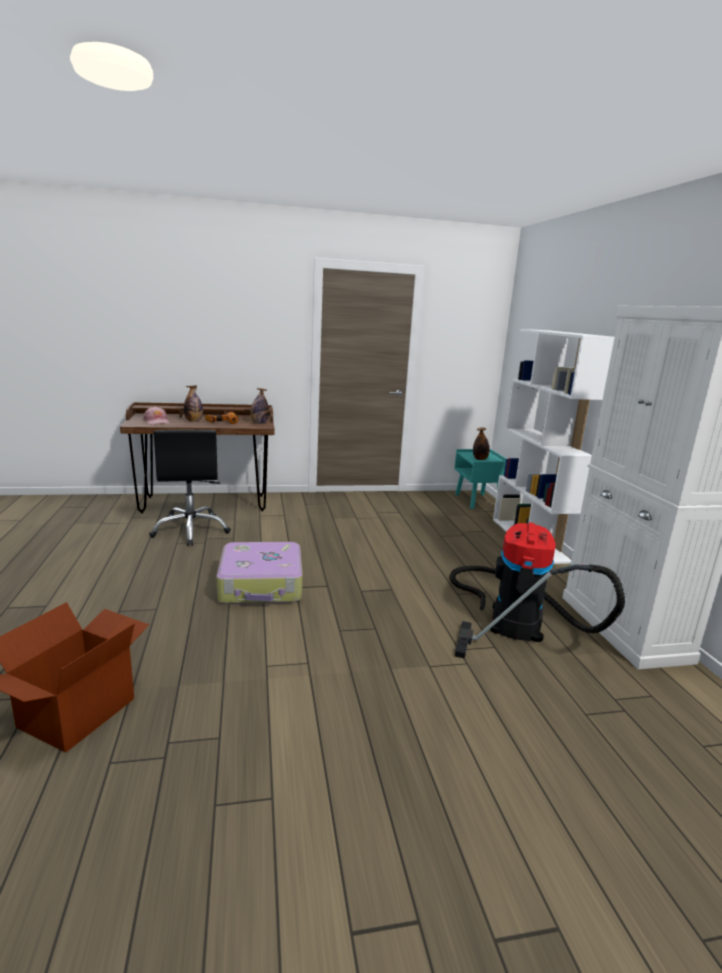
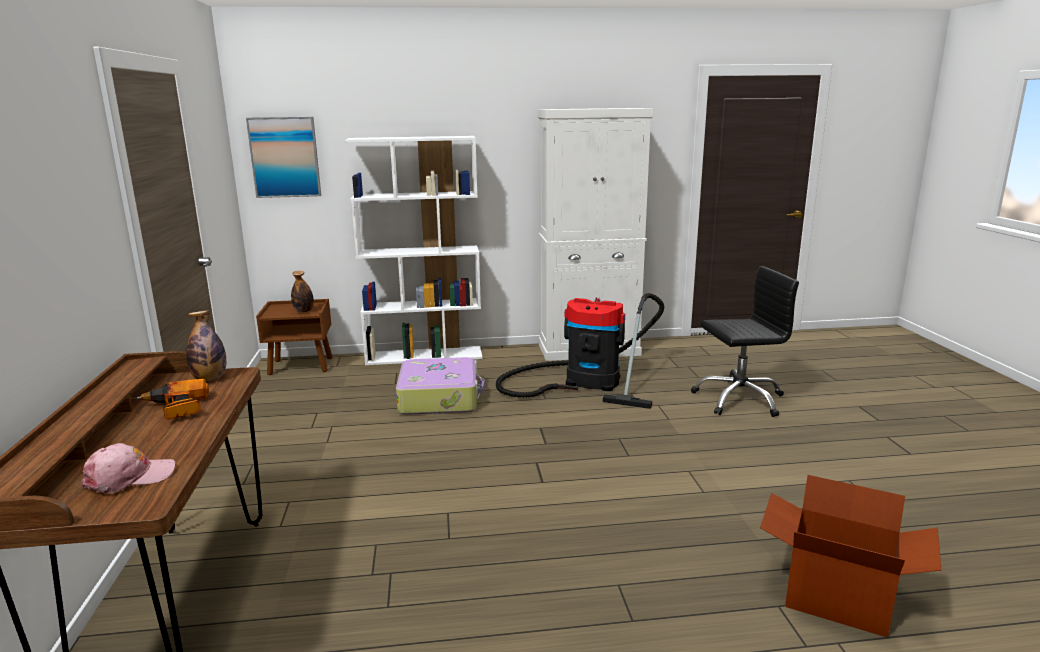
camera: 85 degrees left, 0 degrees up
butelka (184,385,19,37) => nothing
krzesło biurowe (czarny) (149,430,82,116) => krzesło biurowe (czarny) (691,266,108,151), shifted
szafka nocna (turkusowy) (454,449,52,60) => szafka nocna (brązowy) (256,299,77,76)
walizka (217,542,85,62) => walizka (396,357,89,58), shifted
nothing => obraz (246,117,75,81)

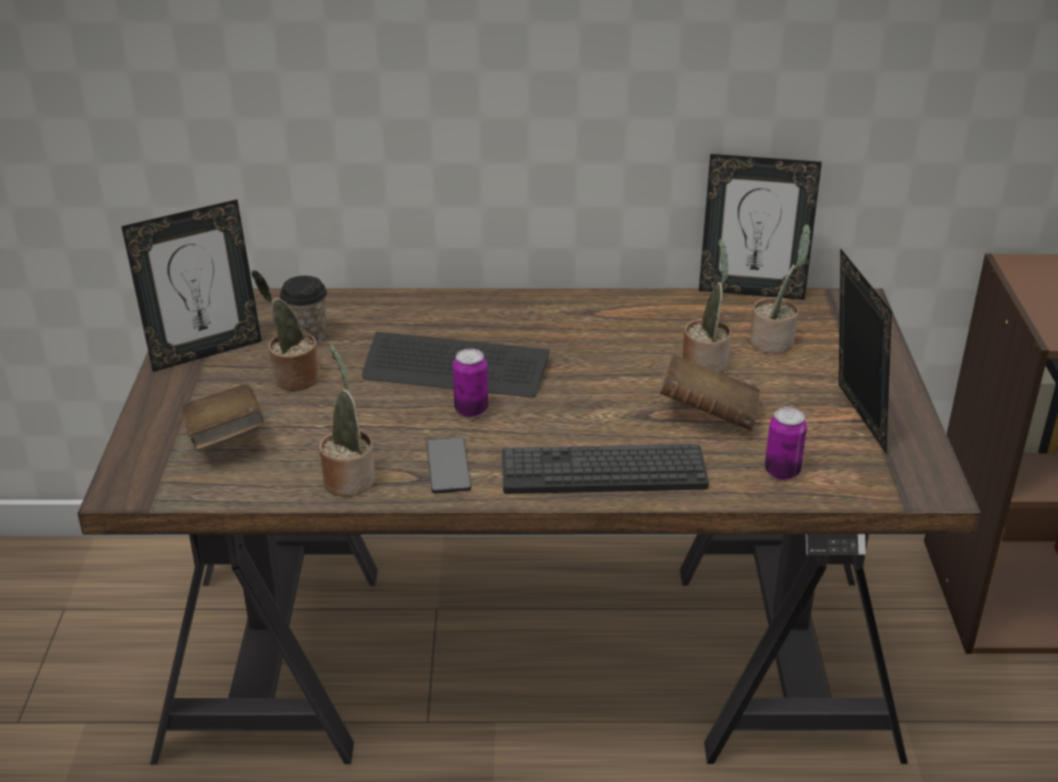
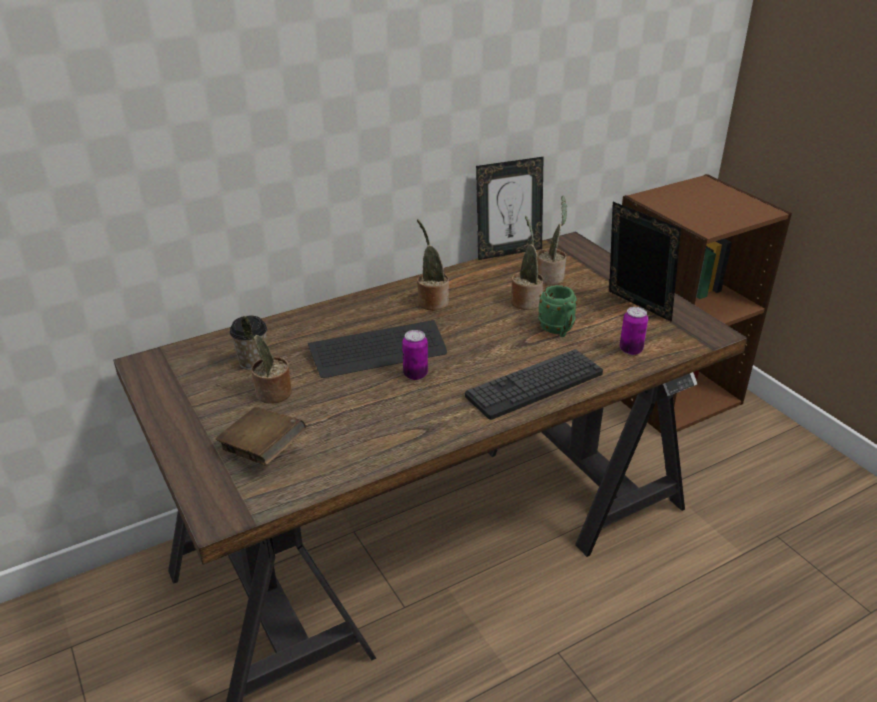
camera: 30 degrees left, 0 degrees up
ramka na zdjęcie (121,199,141,173) => nothing
roślina doniczkowa (319,343,56,153) => roślina doniczkowa (417,219,32,91), shifted
książka (brązowy) (659,354,101,76) => kubek (zielony) (538,285,39,52)
telefon (427,437,44,56) => nothing

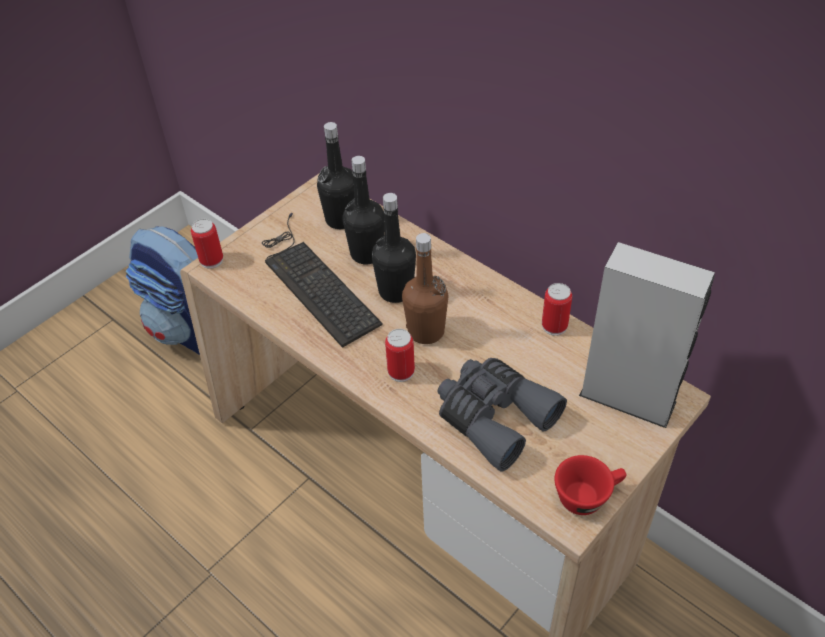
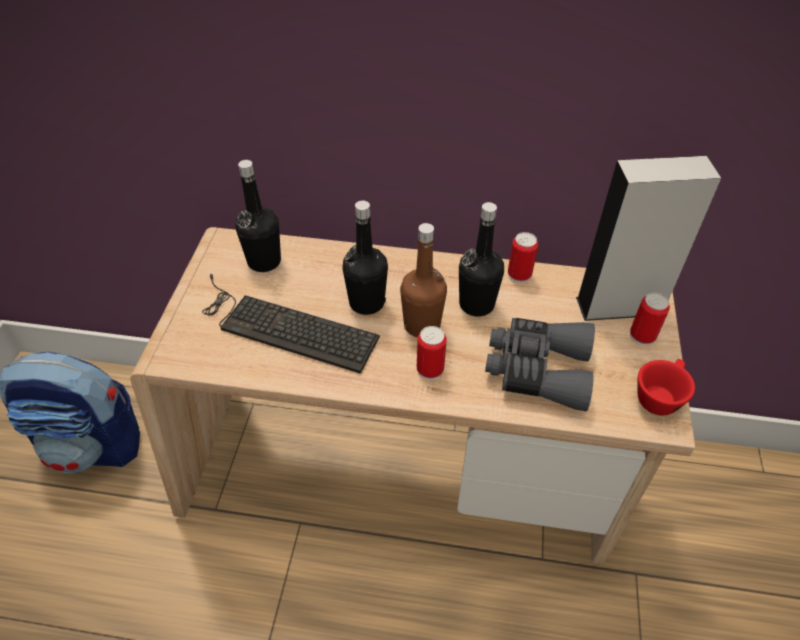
camera: 35 degrees left, 0 degrees up
butelka (czarny) (342,156,43,108) => butelka (czarny) (459,202,45,115), shifted
puszka (191,219,32,50) => puszka (630,293,40,53), shifted

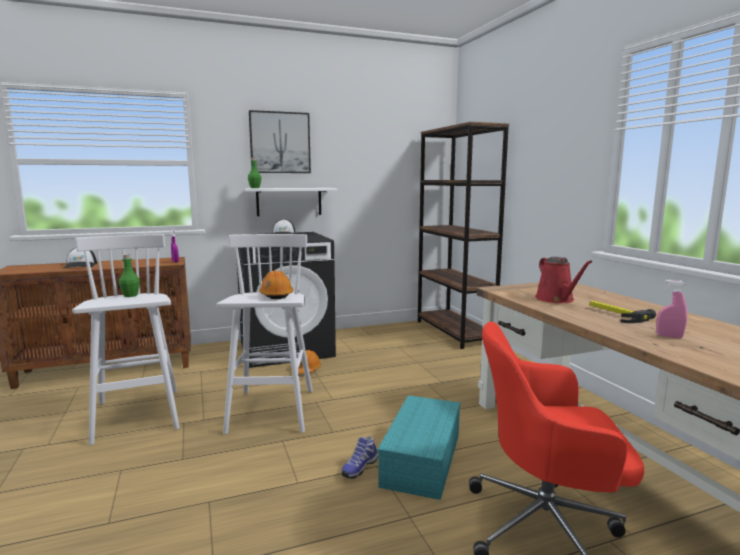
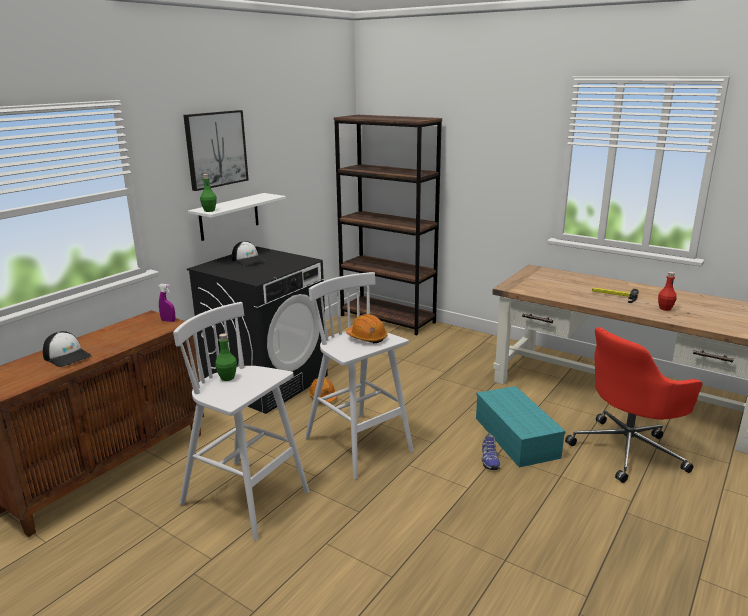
camera: 35 degrees left, 10 degrees up
konewka (czerwony) (536,257,57,46) => nothing
spryskiwacz (różowy) (656,280,31,58) => butelka (czerwony) (658,272,19,39)

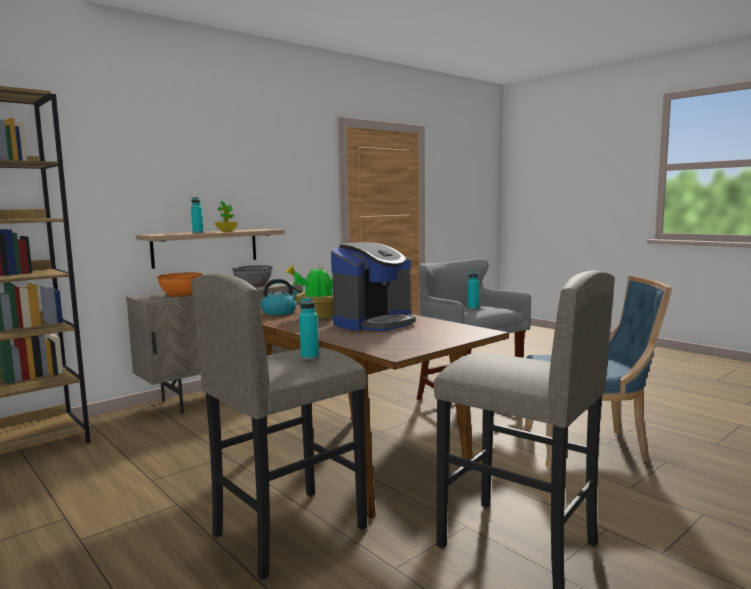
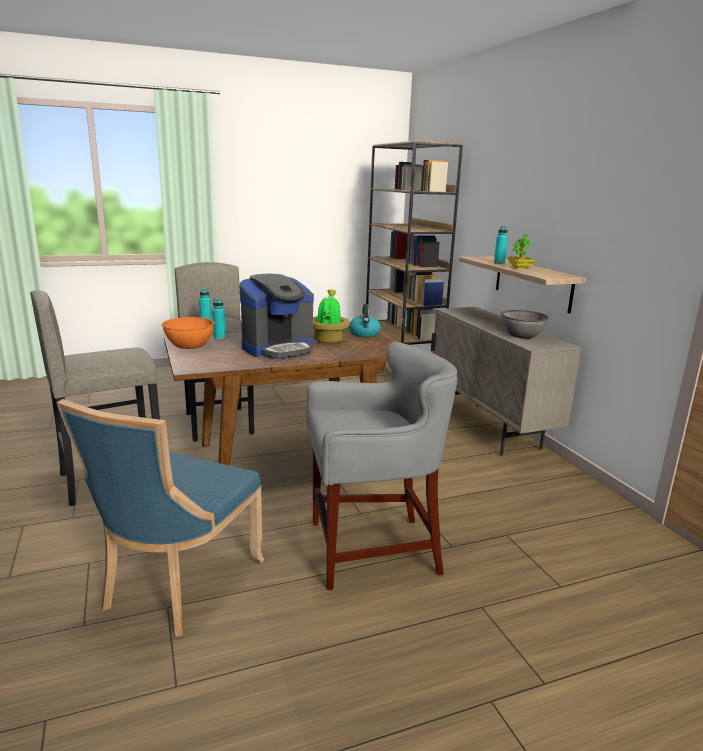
camera: 110 degrees right, 10 degrees up
ekspres do kawy (331,242,85,89) => ekspres do kawy (240,274,74,85), 105 degrees counterclockwise
butelka (turkusowy) (467,270,12,39) => butelka (turkusowy) (213,298,13,42), shifted
miska (pomarańczowy) (157,273,46,24) => miska (pomarańczowy) (162,317,53,32), shifted

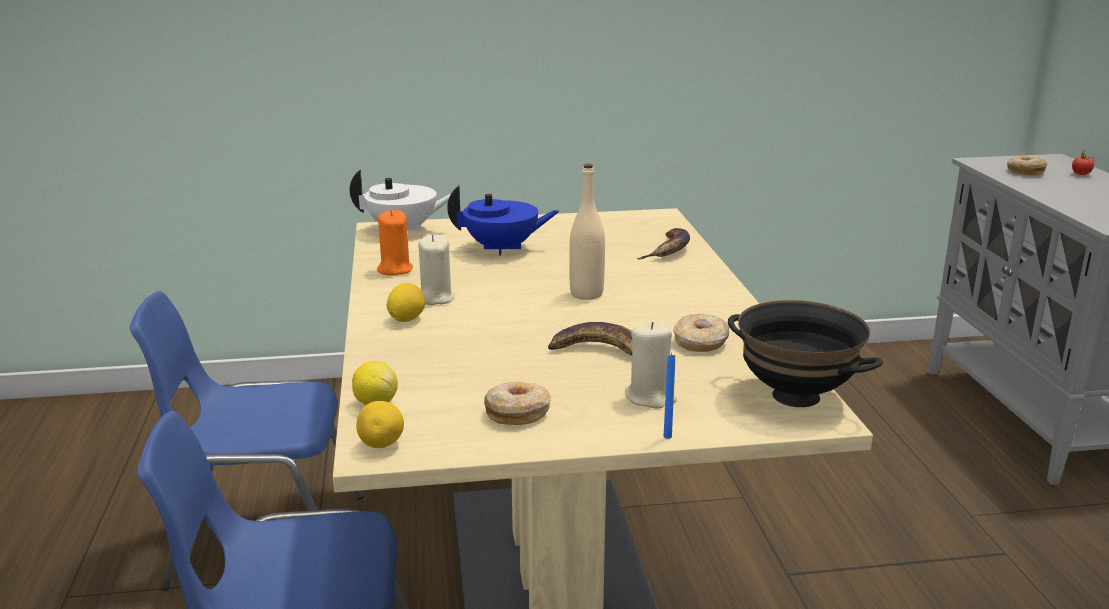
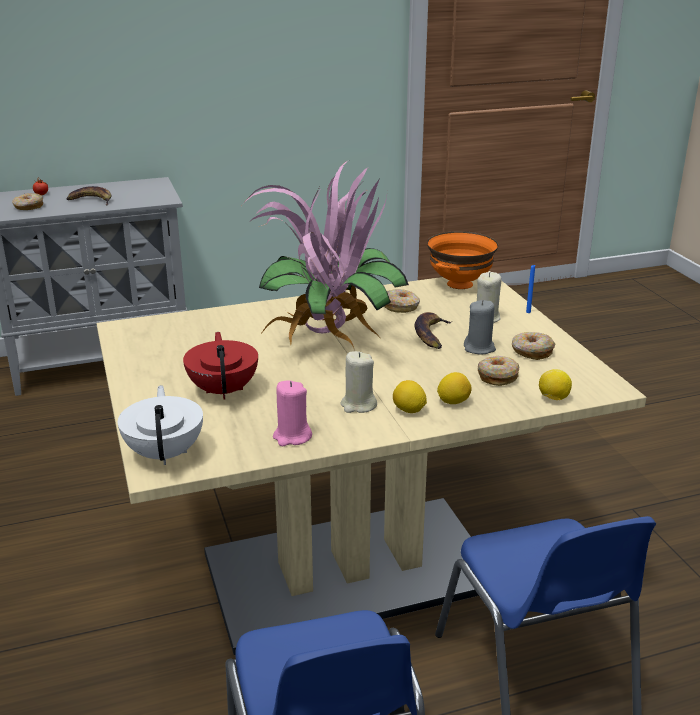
camera: 100 degrees left, 5 degrees up
butelka (beżowy) (569,164,36,136) => roślina doniczkowa (242,160,167,188)
imbryk (niebieski) (447,185,113,71) => imbryk (czerwony) (183,332,75,68)
świeca (pomarańczowy) (377,210,36,66) => świeca (różowy) (273,381,39,65)
banan (637,228,53,32) => banan (66,186,45,20), shifted
miska (czarny) (728,300,155,107) => miska (pomarańczowy) (427,231,71,58)
cytryna (356,401,48,47) => cytryna (437,372,35,32), shifted
nothing => świeca (szary) (464,300,32,55)
nothing => donut (478,356,41,30)

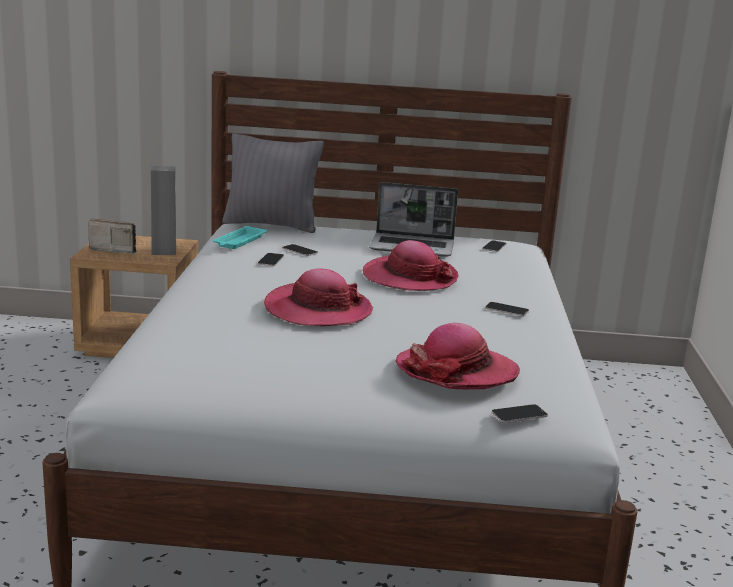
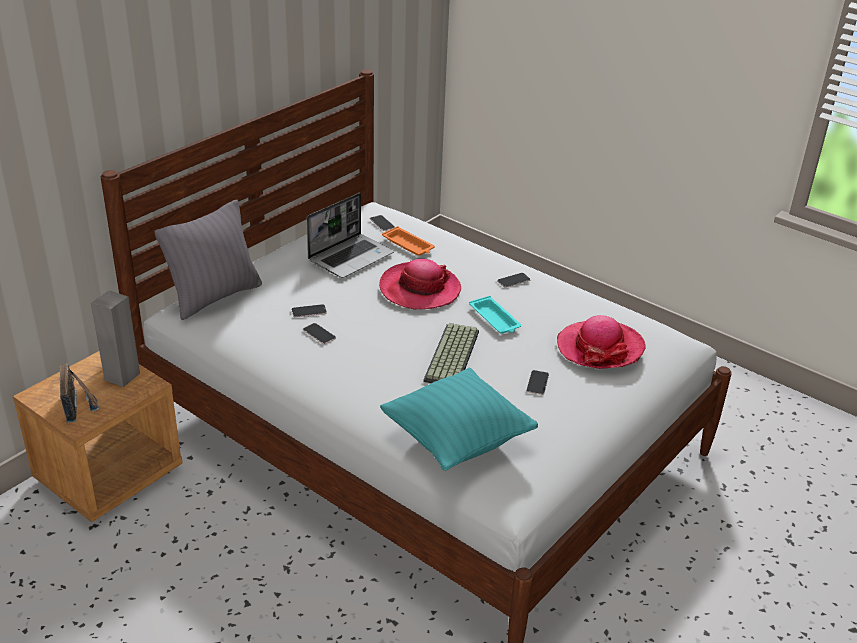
camera: 55 degrees left, 15 degrees up
radio (88,218,49,35) => radio (60,363,40,60), 120 degrees clockwise
taca (turkusowy) (213,226,54,23) => taca (turkusowy) (469,296,52,38), shifted
kapelusz (264,268,109,58) => klawiatura (423,323,56,60)
telefon (491,404,57,19) => telefon (526,370,23,25), shifted
nothing => taca (pomarańczowy) (382,226,53,30)
nothing => poduszka (turkusowy) (380,368,158,103)

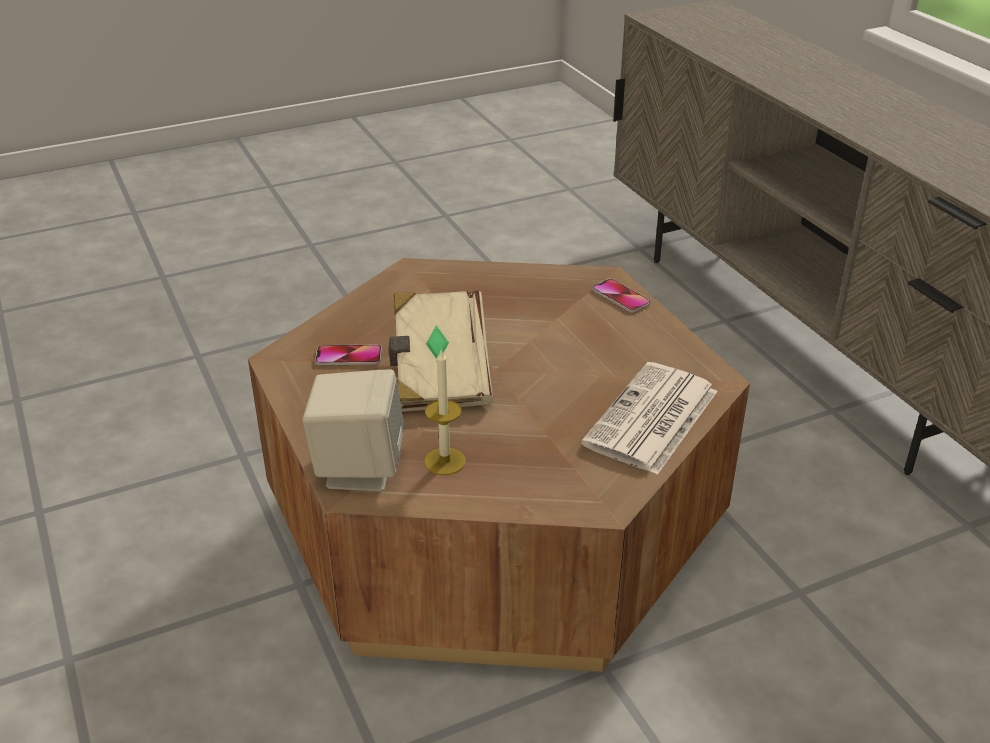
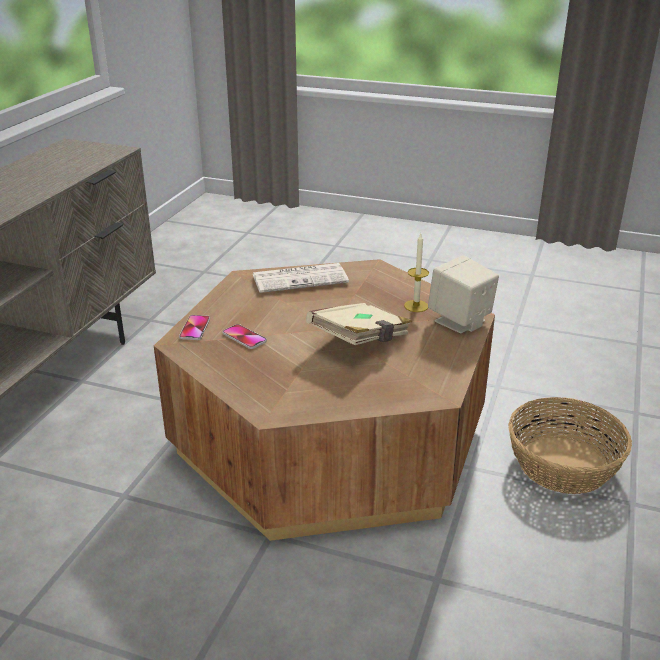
camera: 135 degrees left, 5 degrees down
telefon (315,345,67,21) => telefon (222,324,45,25), shifted
nothing => koszyk (508,397,124,97)

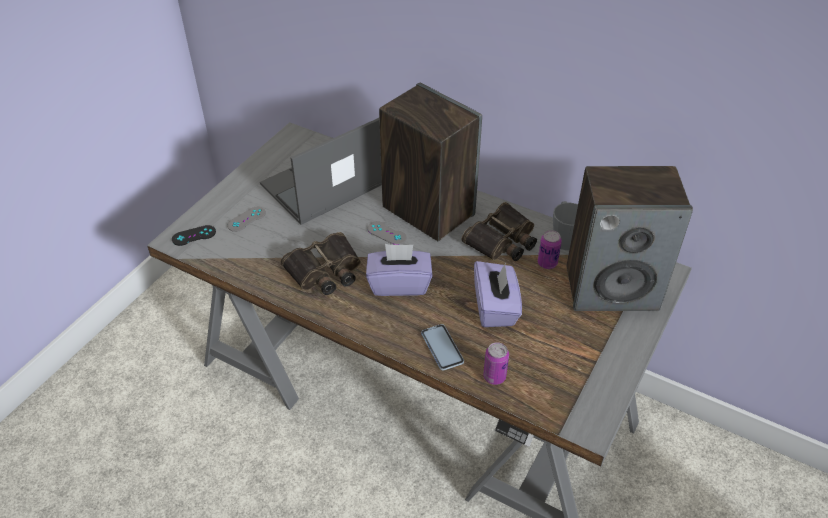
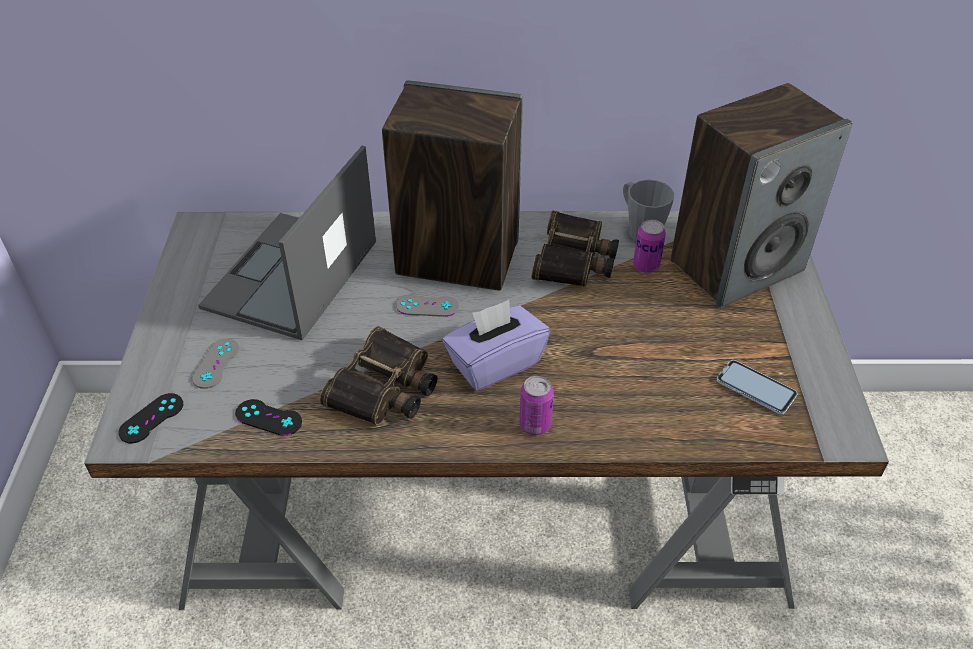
camera: 30 degrees left, 0 degrees up
pudełko chusteczek (fioletowy) (474,261,48,66) => nothing
telefon (421,324,43,46) => telefon (717,360,81,54), shifted
puszka (483,342,26,43) => puszka (519,376,35,59), shifted
nothing => pad do gier (czarny) (235,399,67,37)

